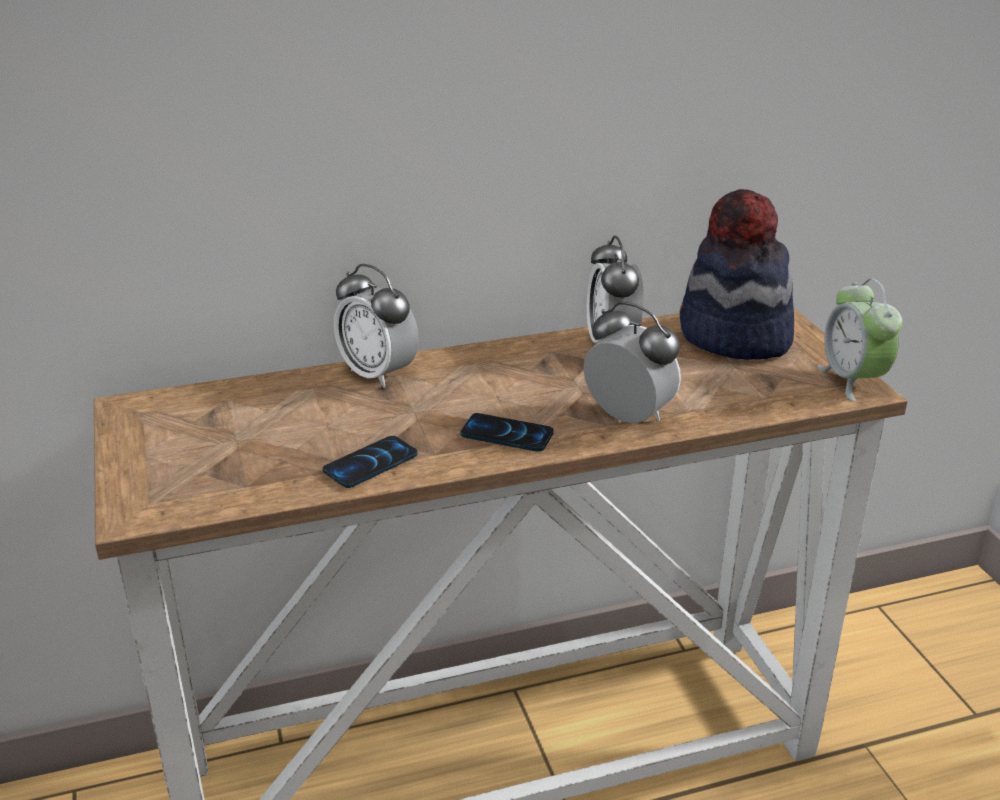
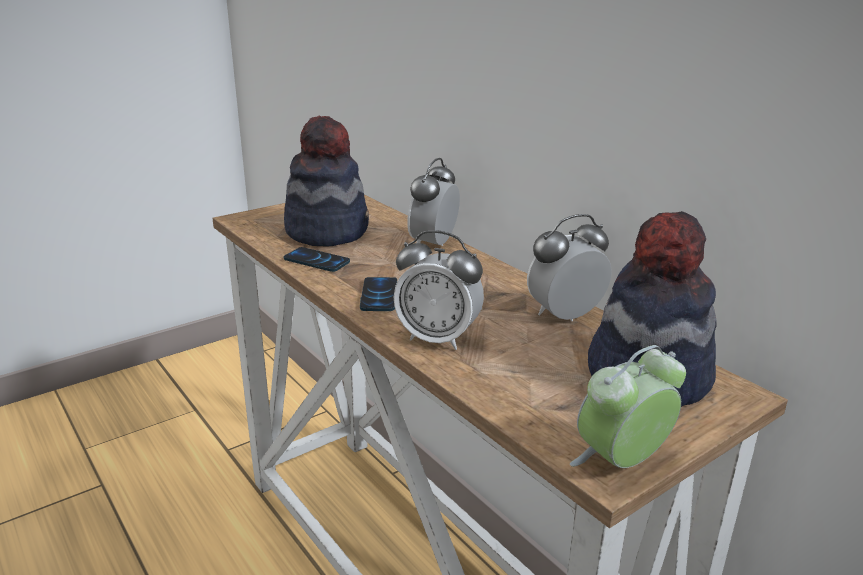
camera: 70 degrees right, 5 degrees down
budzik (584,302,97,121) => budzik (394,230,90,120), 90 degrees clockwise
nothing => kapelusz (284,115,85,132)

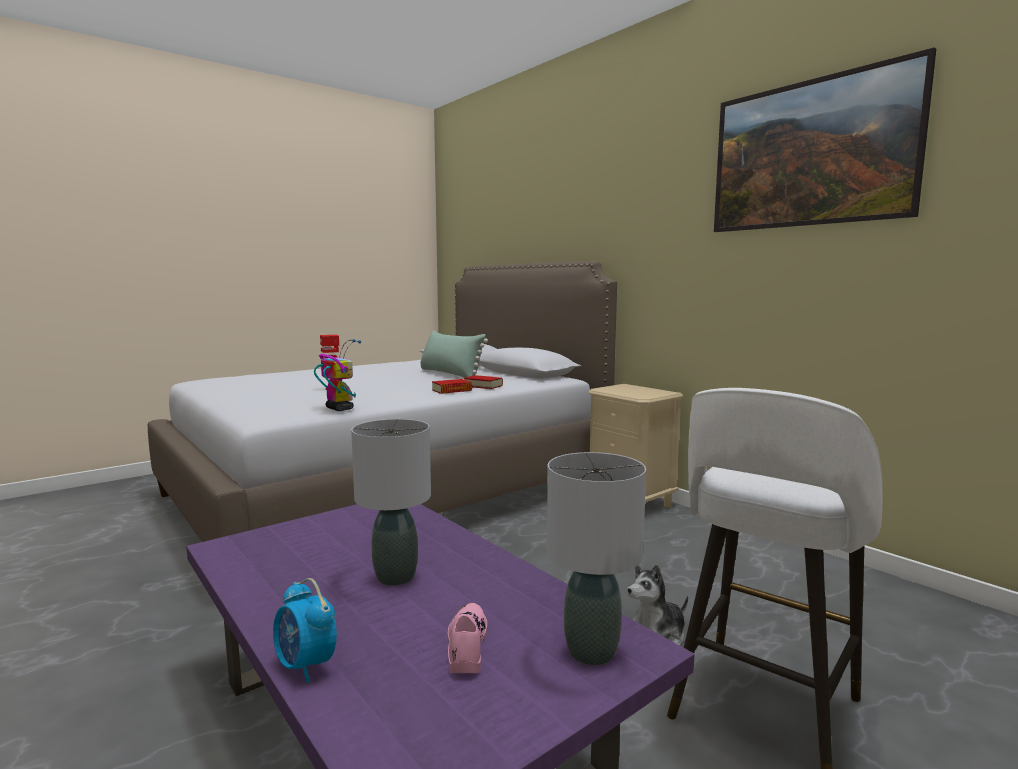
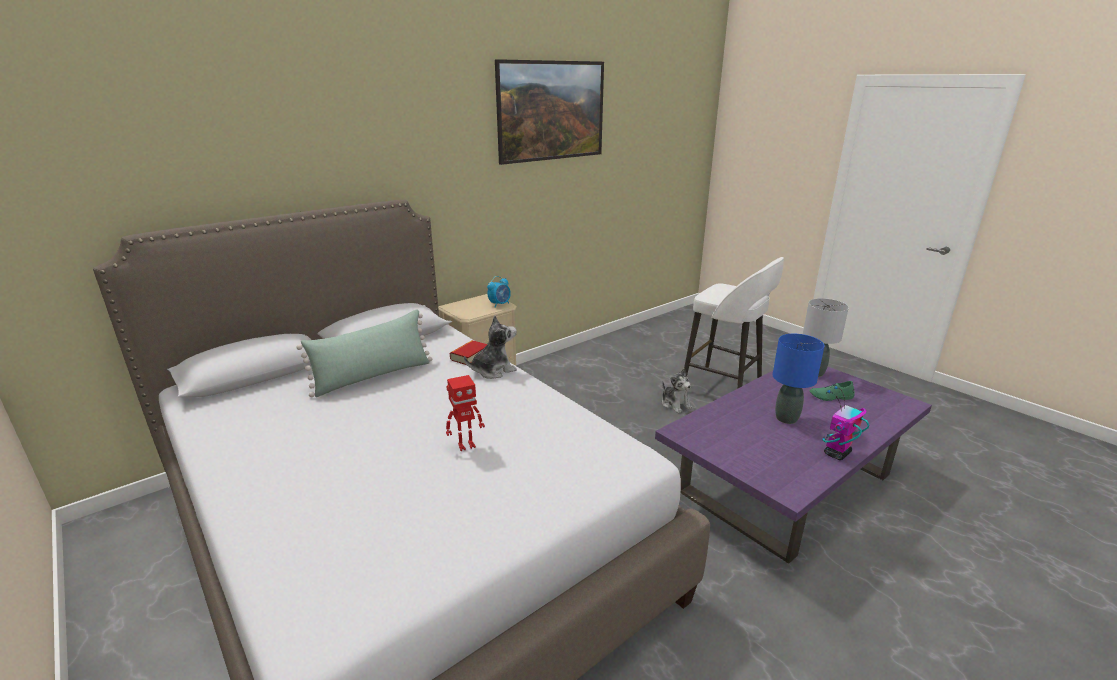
camera: 90 degrees left, 15 degrees up
robot zabawkowy (314,339,47,72) => robot zabawkowy (822,386,48,74), shifted
książka (432,379,40,15) => pluszak (464,315,53,64)
lampa stołowa (szary) (351,419,80,167) => lampa stołowa (niebieski) (773,334,51,90)
budzik (273,578,64,105) => budzik (487,276,24,32), shifted
but (różowy) (448,603,39,70) => but (zielony) (809,381,46,20)

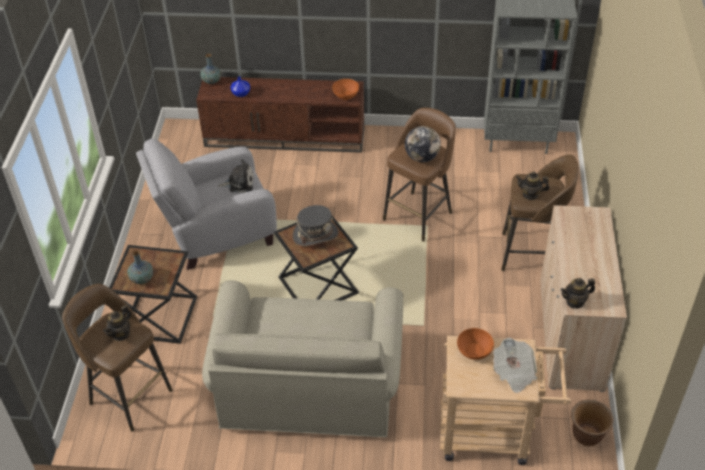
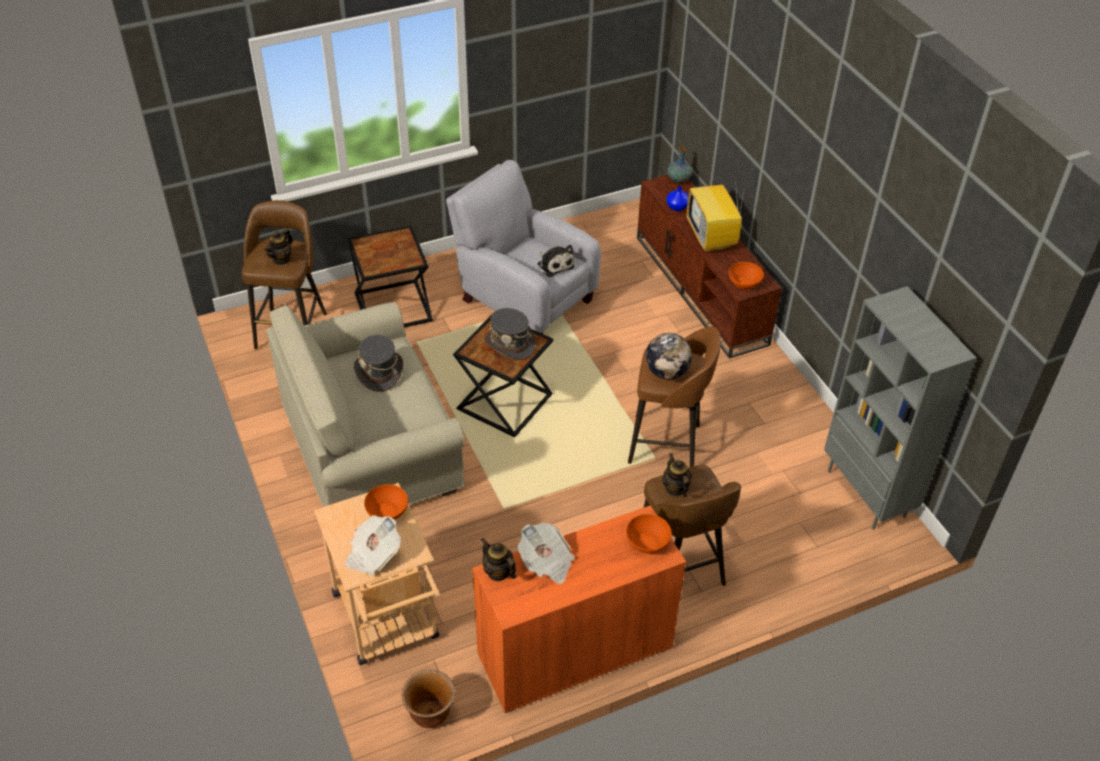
camera: 60 degrees right, 0 degrees up
szafka (beżowy) (540,205,87,187) => szafka (pomarańczowy) (473,505,213,208)
wazon (127,250,26,34) => nothing
imbryk (103,305,28,36) => imbryk (264,229,29,36), 60 degrees counterclockwise
nothing => telewizor (687,182,58,70)
nothing => kapelusz (szary) (354,335,49,57)
nothing => miska (pomarańczowy) (626,514,45,39)
nothing => gazeta (517,522,58,62)

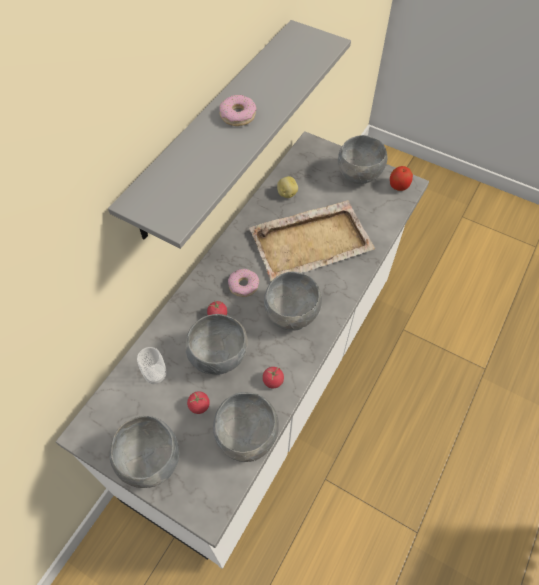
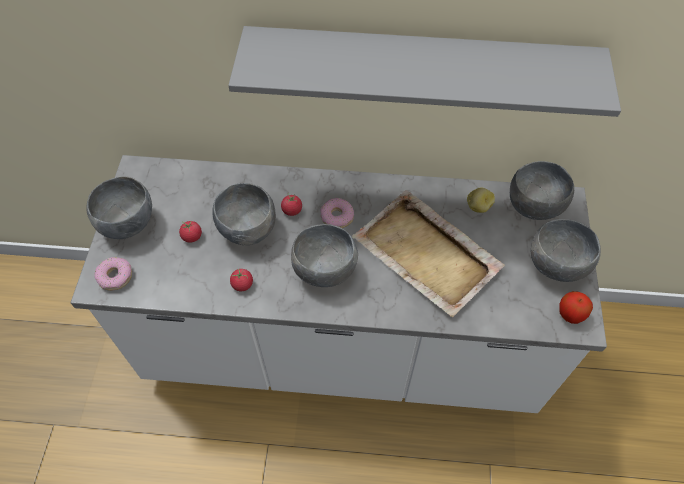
camera: 65 degrees right, 0 degrees up
donut (219,95,38,31) => donut (94,257,38,34), shifted
filiżanka (137,347,30,37) => nothing
miska (szary) (213,392,66,70) => miska (szary) (510,161,64,59), shifted

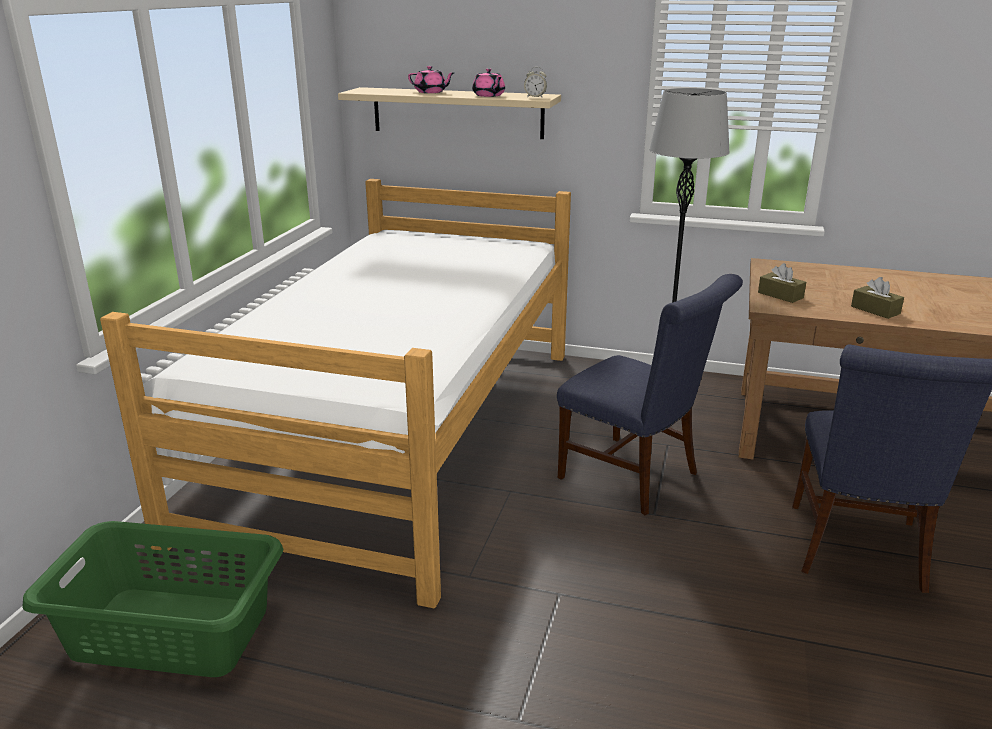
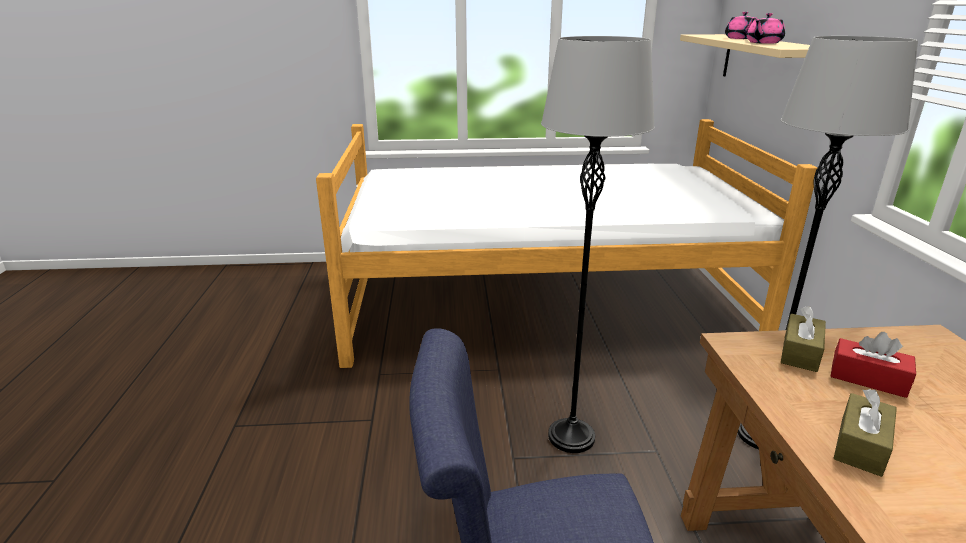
camera: 70 degrees right, 0 degrees up
budzik (524,67,23,30) => nothing
krzesło (niebieski) (557,274,186,241) => lampa stojąca (szary) (541,36,114,417)
kosz na pranie (zielony) (22,521,261,156) => nothing
nothing => pudełko chusteczek (czerwony) (831,332,85,66)

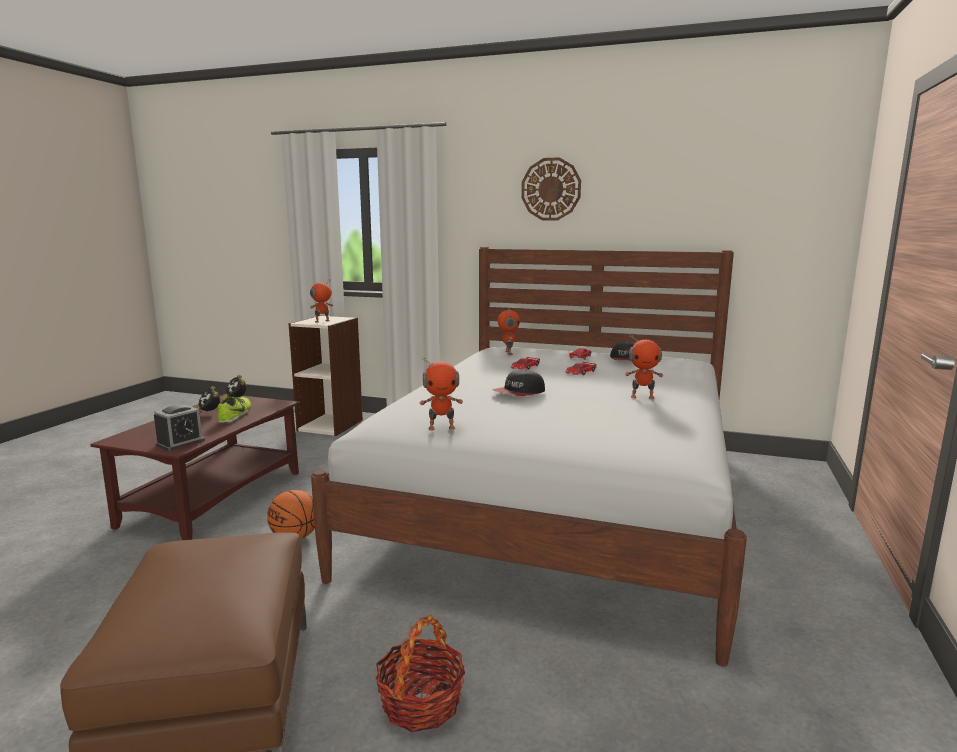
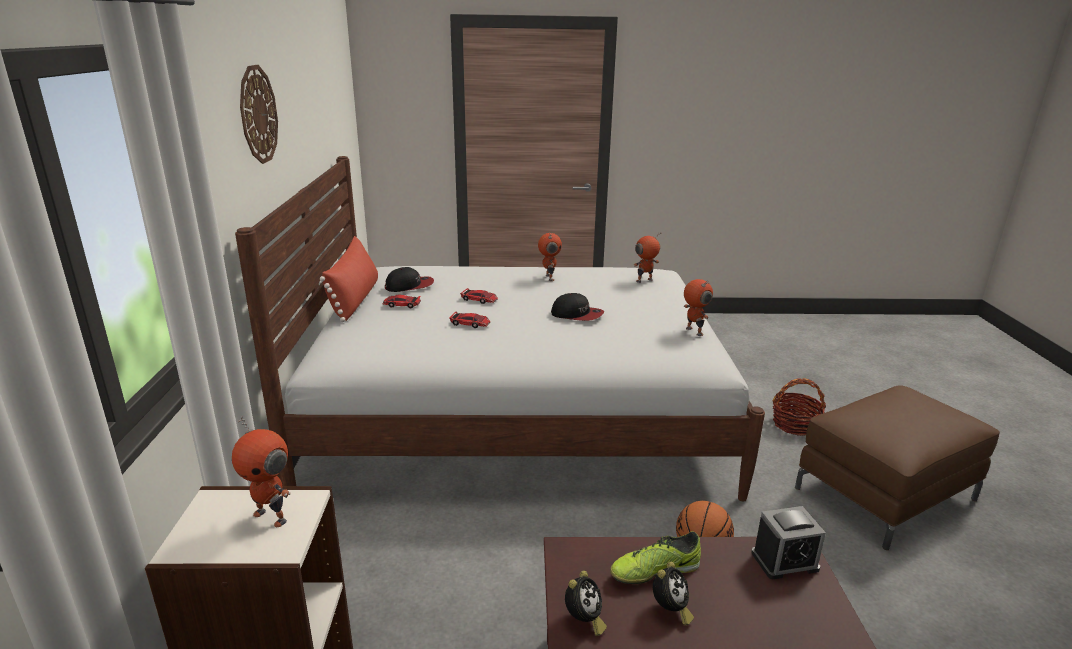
camera: 110 degrees left, 10 degrees up
robot zabawkowy (498,308,22,47) => robot zabawkowy (634,232,27,51), shifted
budzik (154,405,51,46) => budzik (751,506,75,73), 150 degrees clockwise
nothing => poduszka (czerwony) (320,236,58,86)

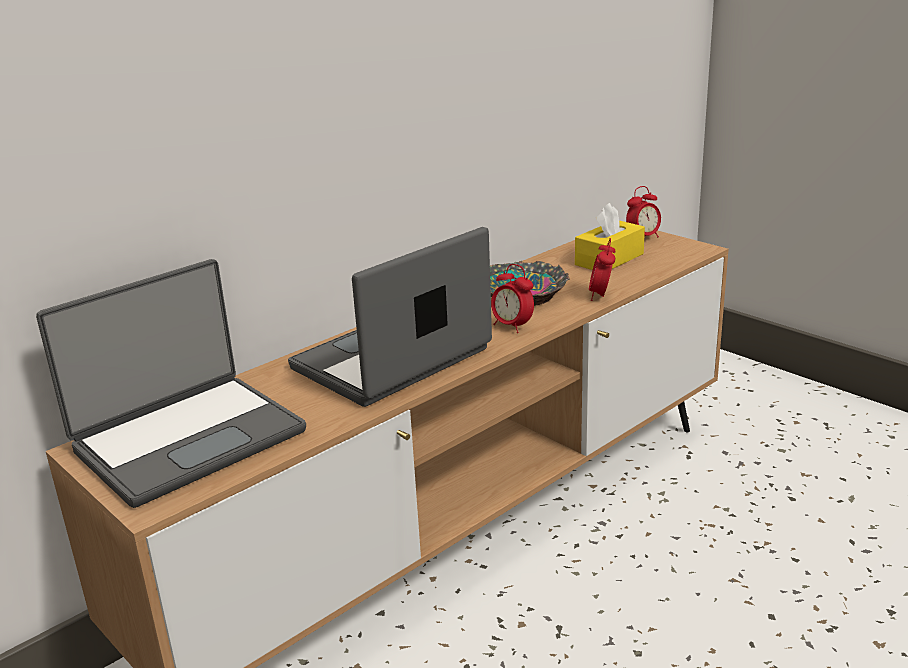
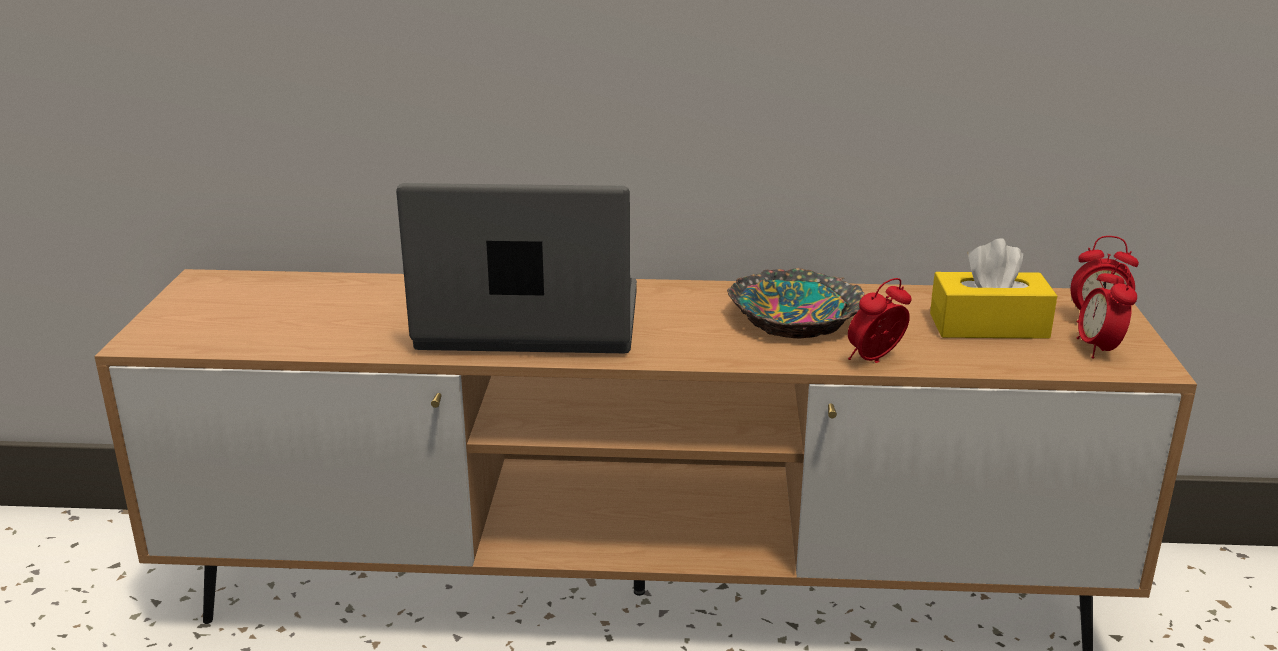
camera: 45 degrees right, 0 degrees up
laptop (36,259,270,249) => nothing
budzik (491,264,43,69) => budzik (1077,263,60,95), shifted

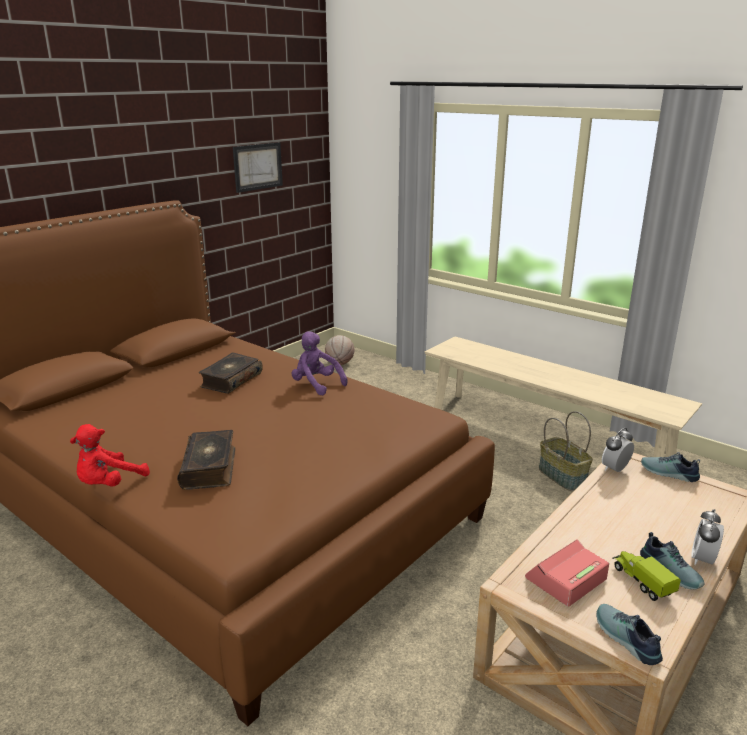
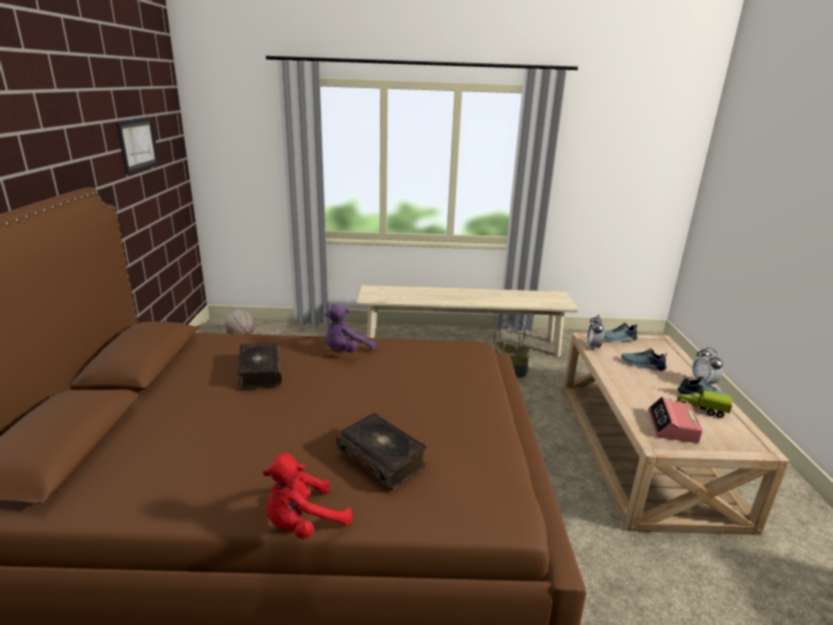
camera: 40 degrees left, 0 degrees up
pluszak (fioletowy) (292,331,56,65) => pluszak (fioletowy) (325,304,51,49), 45 degrees counterclockwise
pluszak (czerwony) (70,424,80,63) => pluszak (czerwony) (263,453,90,87), 60 degrees clockwise
but (596,604,67,61) => but (621,348,46,23), shifted

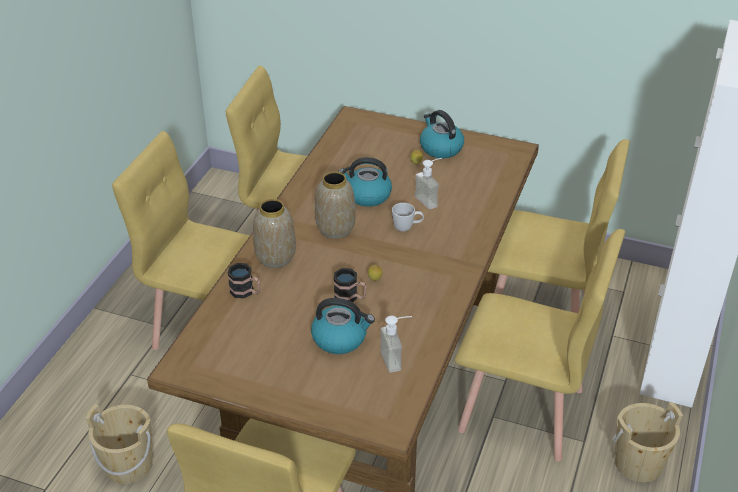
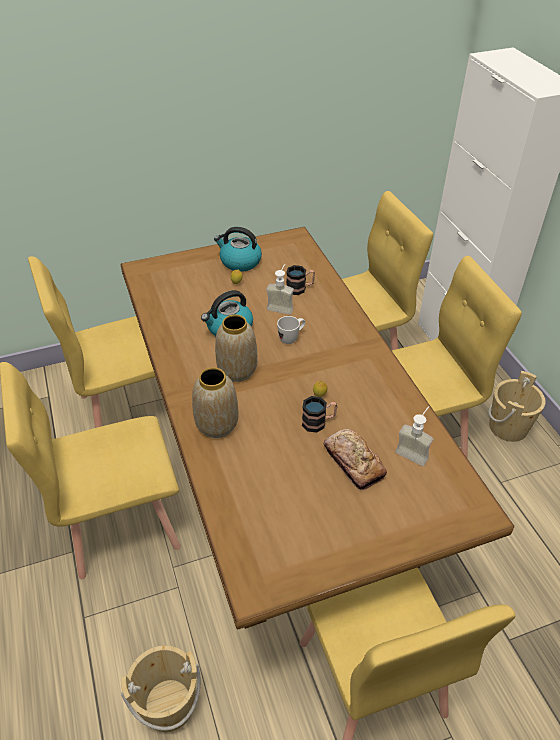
camera: 40 degrees left, 5 degrees up
kubek (228,263,32,35) => kubek (286,265,29,30), shifted
czajnik (311,298,64,56) => chleb (324,429,63,61)

